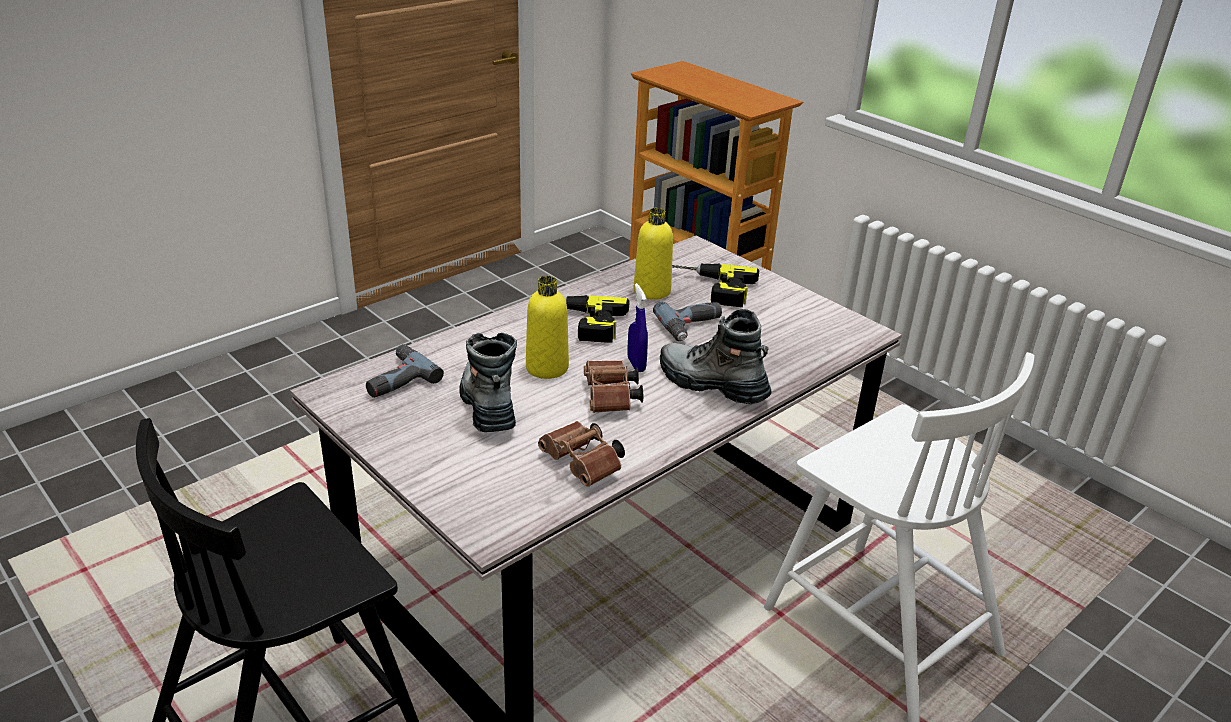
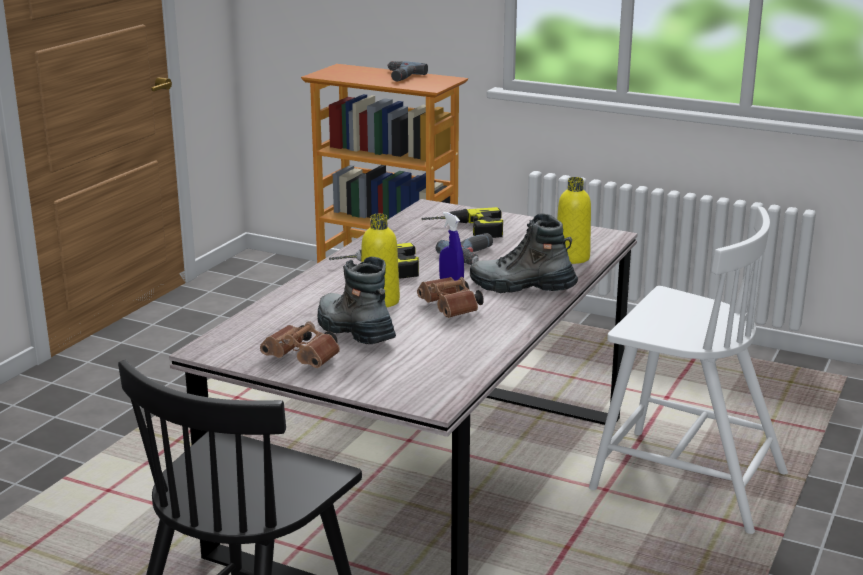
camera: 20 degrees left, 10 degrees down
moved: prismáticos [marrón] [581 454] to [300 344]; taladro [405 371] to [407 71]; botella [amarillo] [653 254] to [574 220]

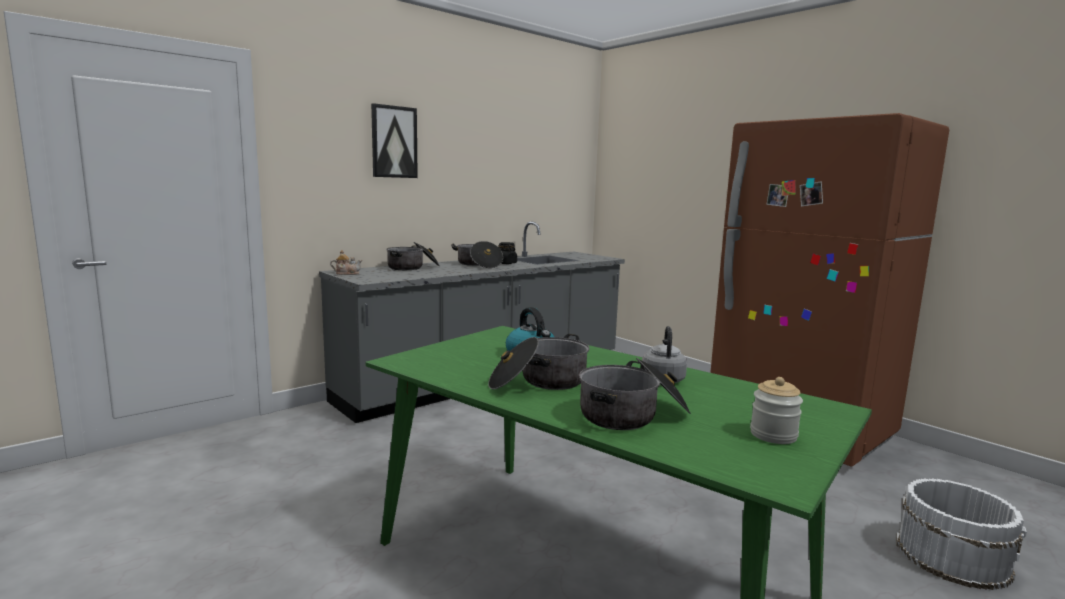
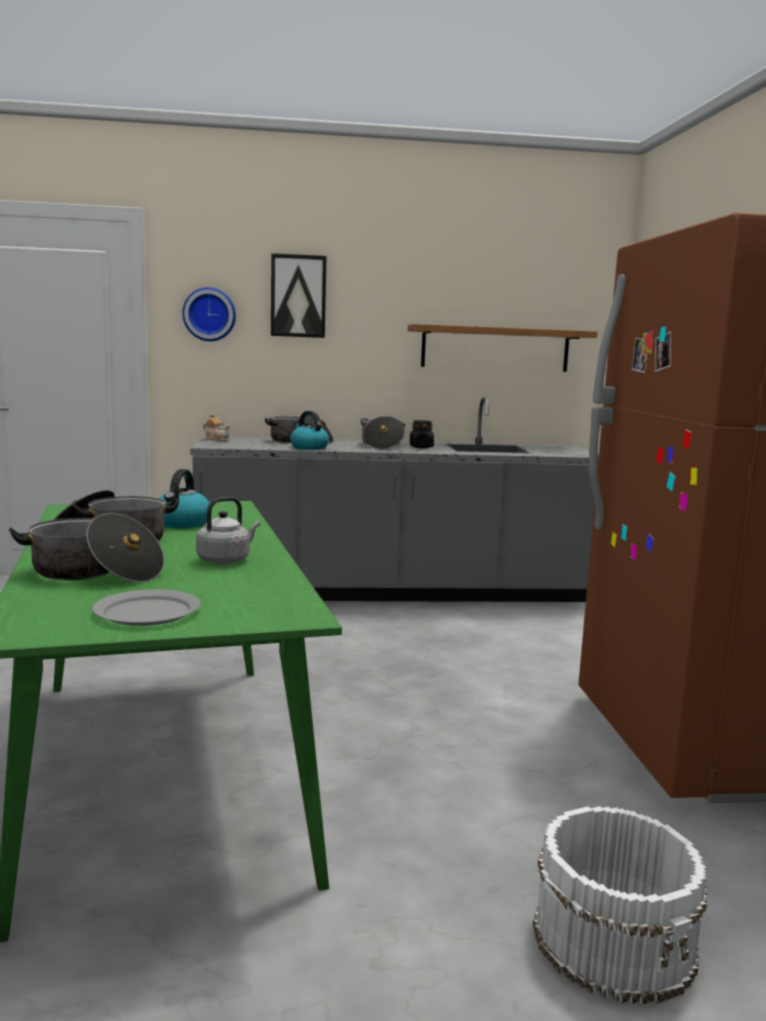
camera: 35 degrees right, 0 degrees up
added: reloj de pared [209 314]; hervidor [309 430]; estante [502 348]
replaced: tarro [776 410] to plato [gris] [146 607]

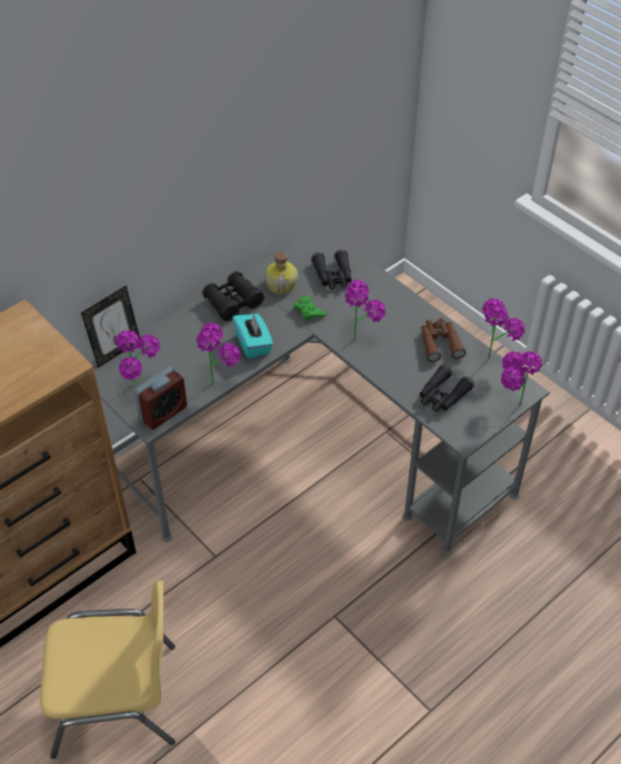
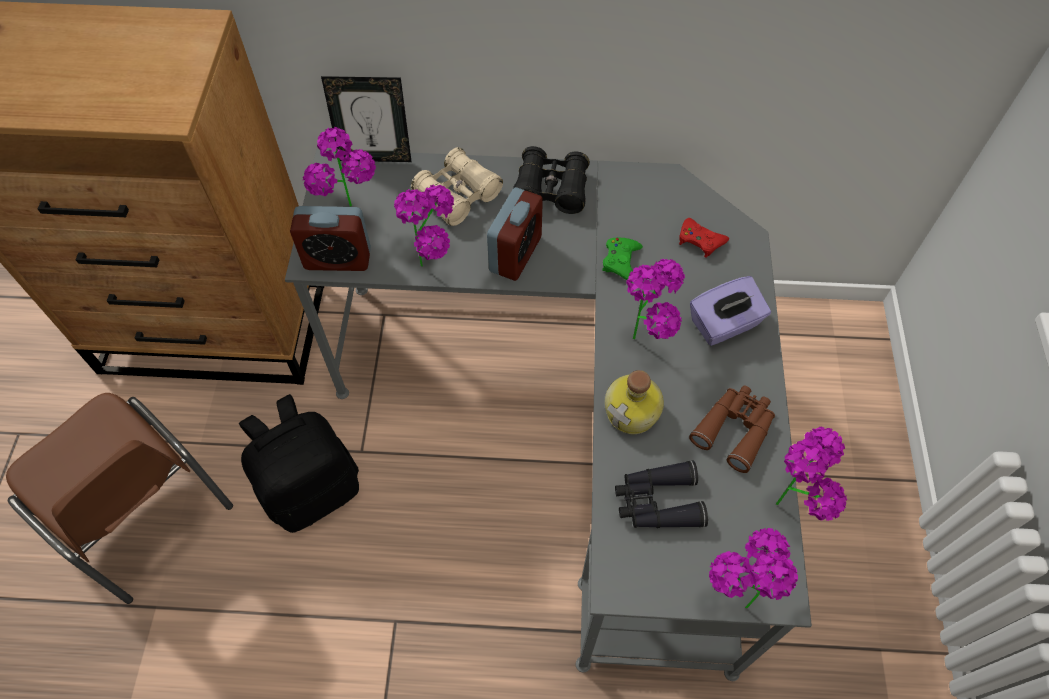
camera: 45 degrees right, 10 degrees up
added: mochila [negro] [299 463]; prismáticos [beis] [457 186]; caja de pañuelos [morado] [730 311]
moved: botella [281 272] to [634 402]
replaced: caja de pañuelos [turquesa] [252 336] to despertador [515 234]; prismáticos [negro] [331 269] to mando de consola [rojo] [704 238]
recoloured: silla [amarillo] [107 670] to silla [marrón] [119 498]

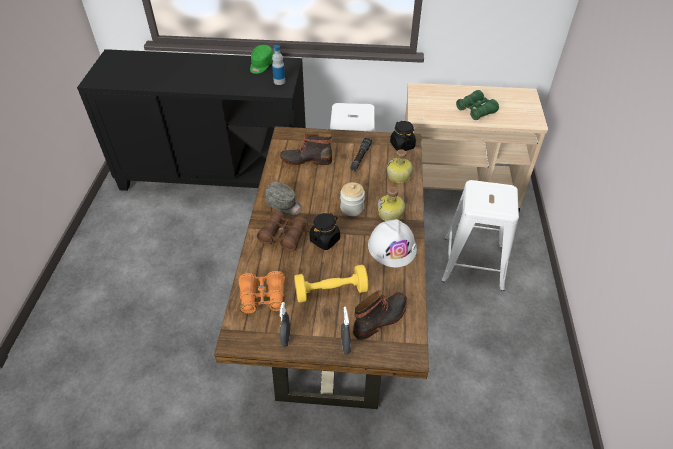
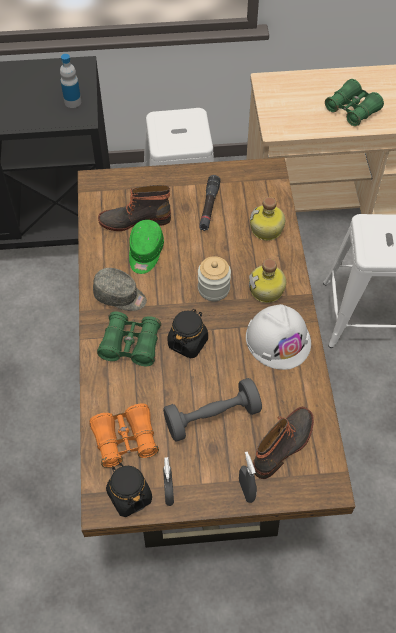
camera: 10 degrees left, 10 degrees up
moved: tarro [negro] [403 136] to [129 489]; gorra [verde] [261 59] to [146 247]
recoloured: prismáticos [marrón] [282 230] to prismáticos [verde] [129 339]; mancuerna [amarillo] [331 283] to mancuerna [gris] [212 410]

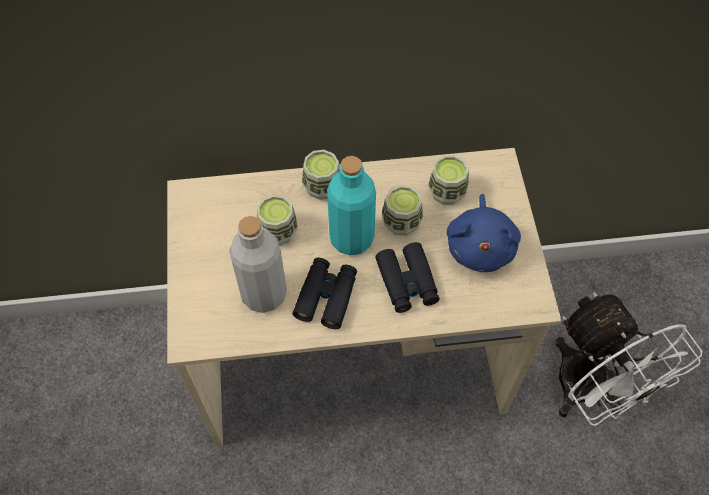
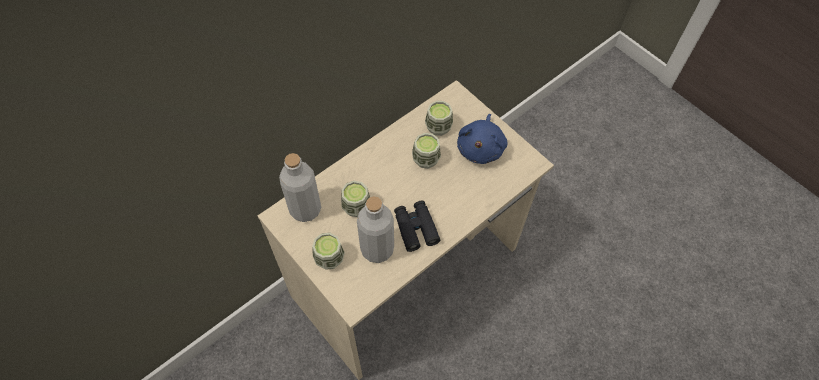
camera: 35 degrees left, 0 degrees up
removed: botella [turquesa] [351 205]; prismáticos [negro] [407 277]; ventilador [blanco] [628 359]
added: botella [gris] [300 187]
moved: taza [321 175] to [328 251]
turned: peluche [azul] [483 233] = [482 139] 45 degrees clockwise

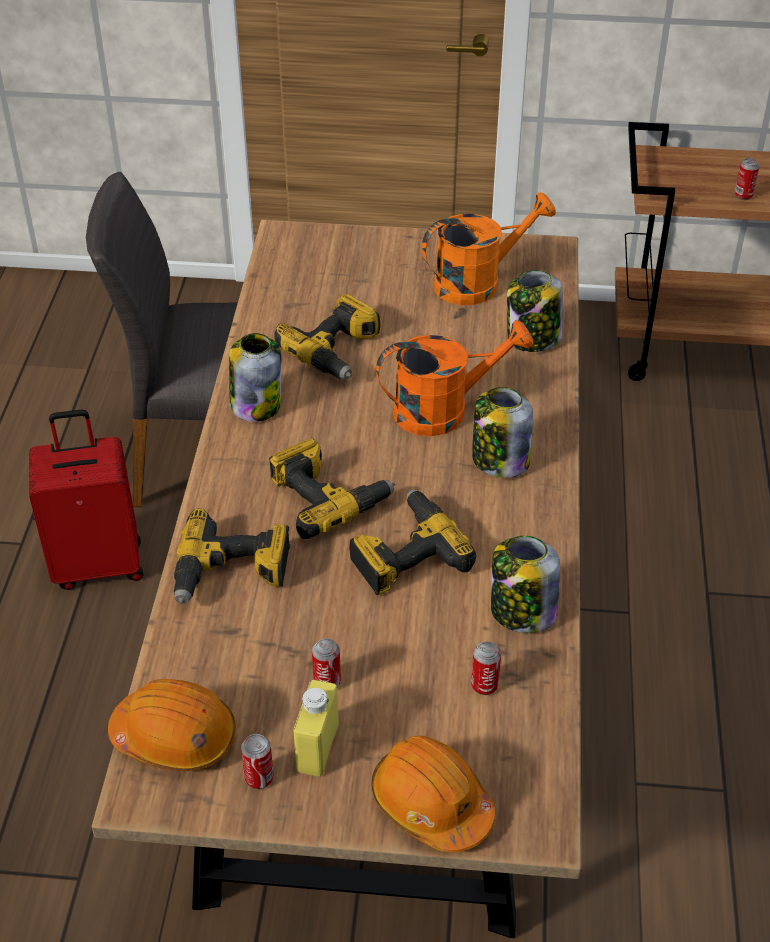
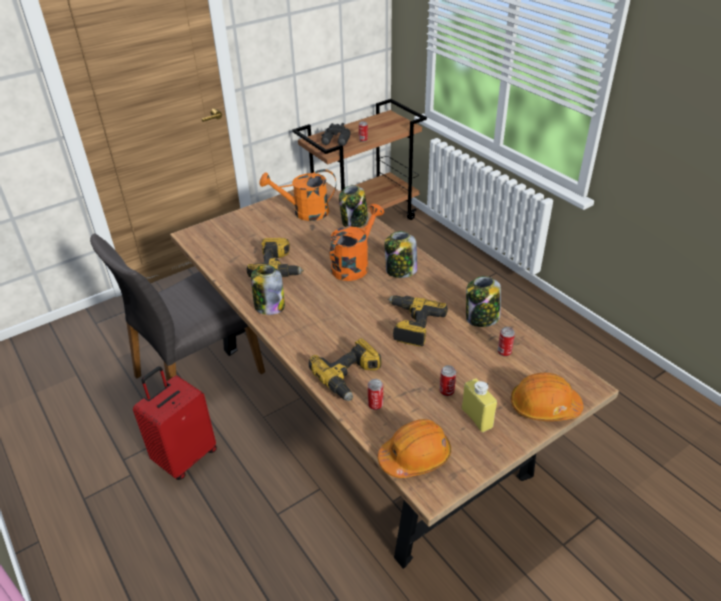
camera: 40 degrees left, 5 degrees down
removed: taladro [332 489]
added: prismáticos [negro] [335 134]
moved: lata [257 761] to [375 394]
turned: regadera [naranja] [489 248] = [297 195] 120 degrees counterclockwise

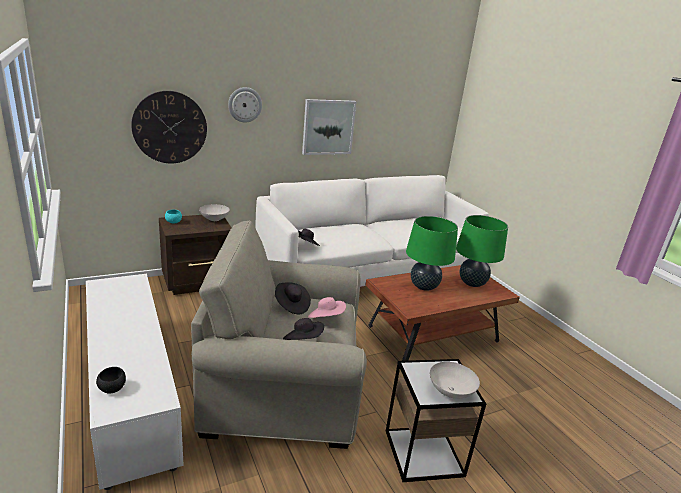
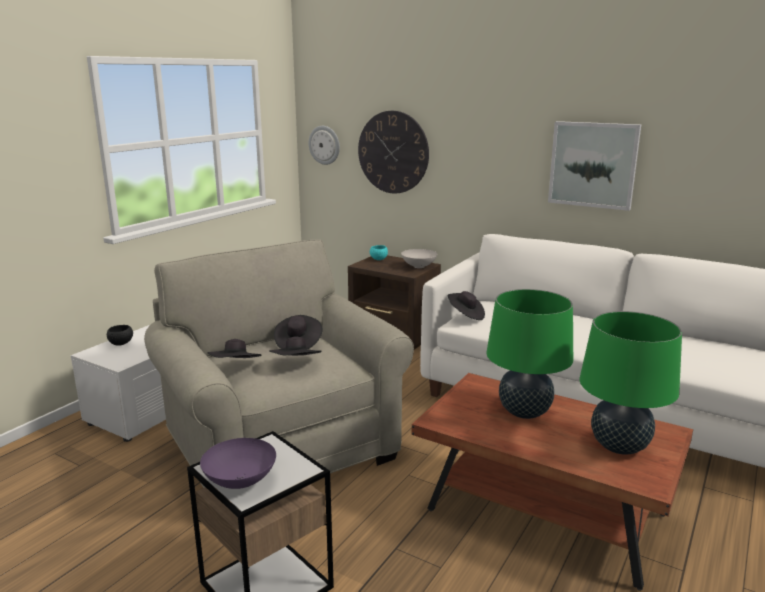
camera: 60 degrees right, 5 degrees down
moved: reloj de pared [245 105] to [324 145]
recoloured: cuenco [blanco] [455 380] to cuenco [morado] [238 463]; sombrero [rosa] [327 307] to sombrero [negro] [295 346]

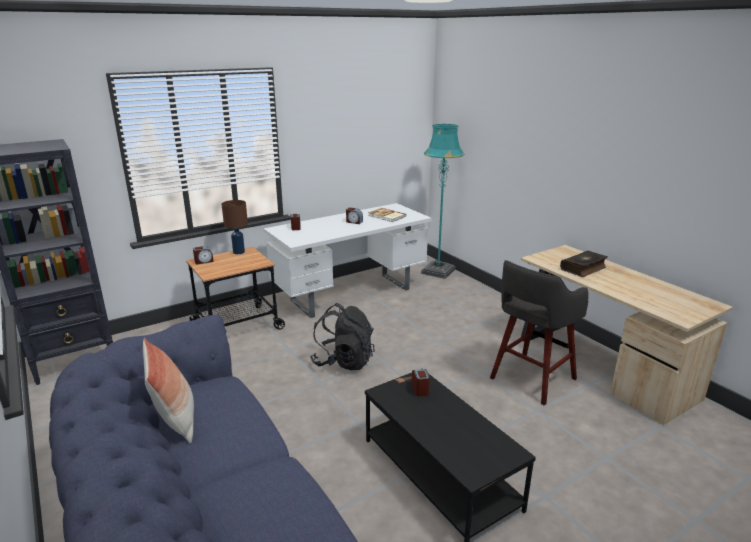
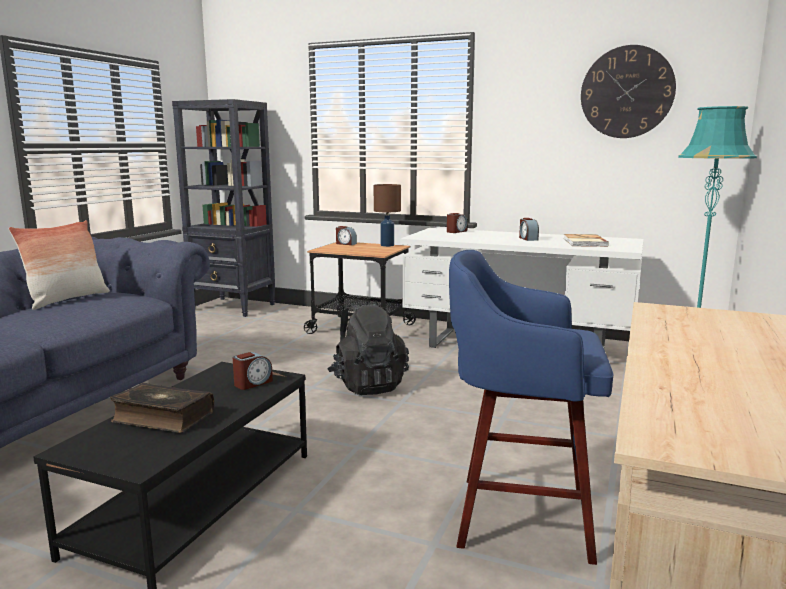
camera: 55 degrees right, 10 degrees down
added: reloj de pared [628 91]
moved: libro [584 264] to [162 408]
recoloured: taburete [gris] [539 333] to taburete [azul] [531 407]

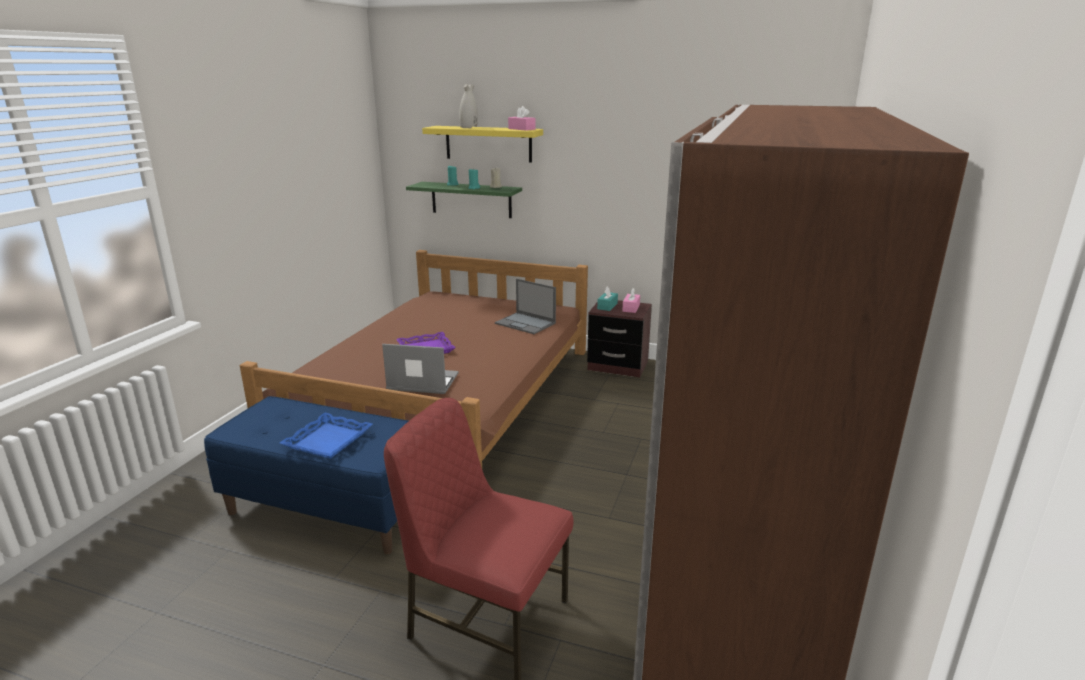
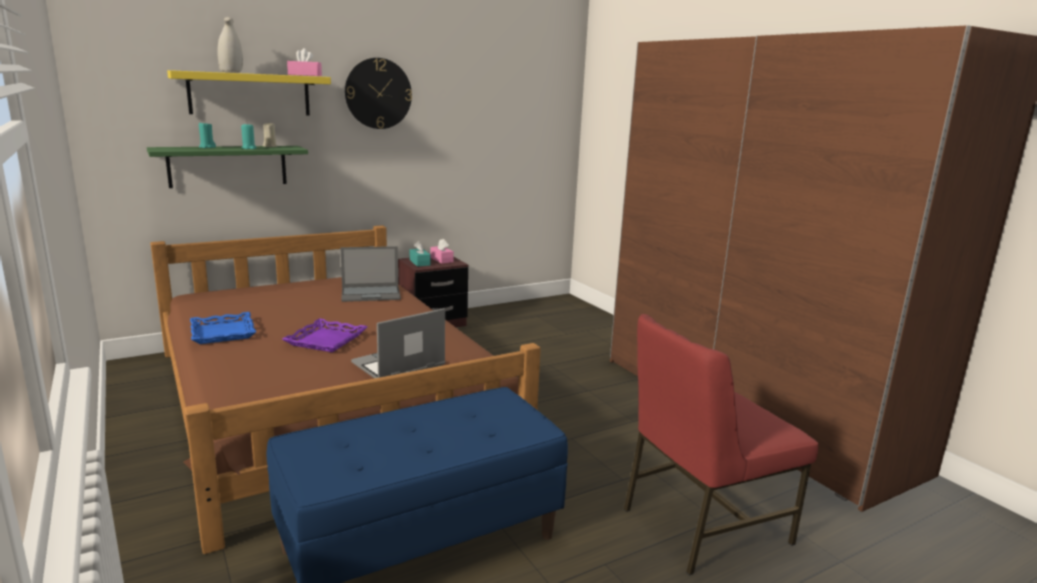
camera: 50 degrees left, 5 degrees down
added: reloj de pared [378 93]
moved: bandeja [azul] [326 436] to [223 328]

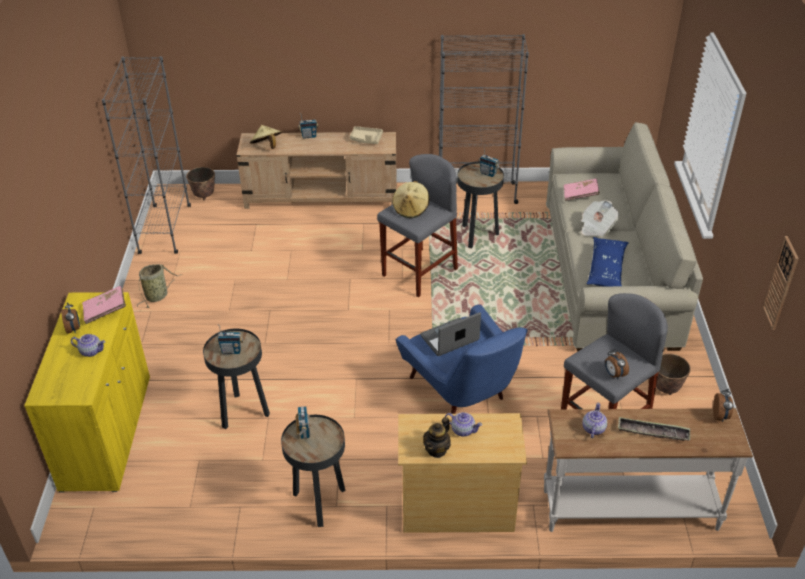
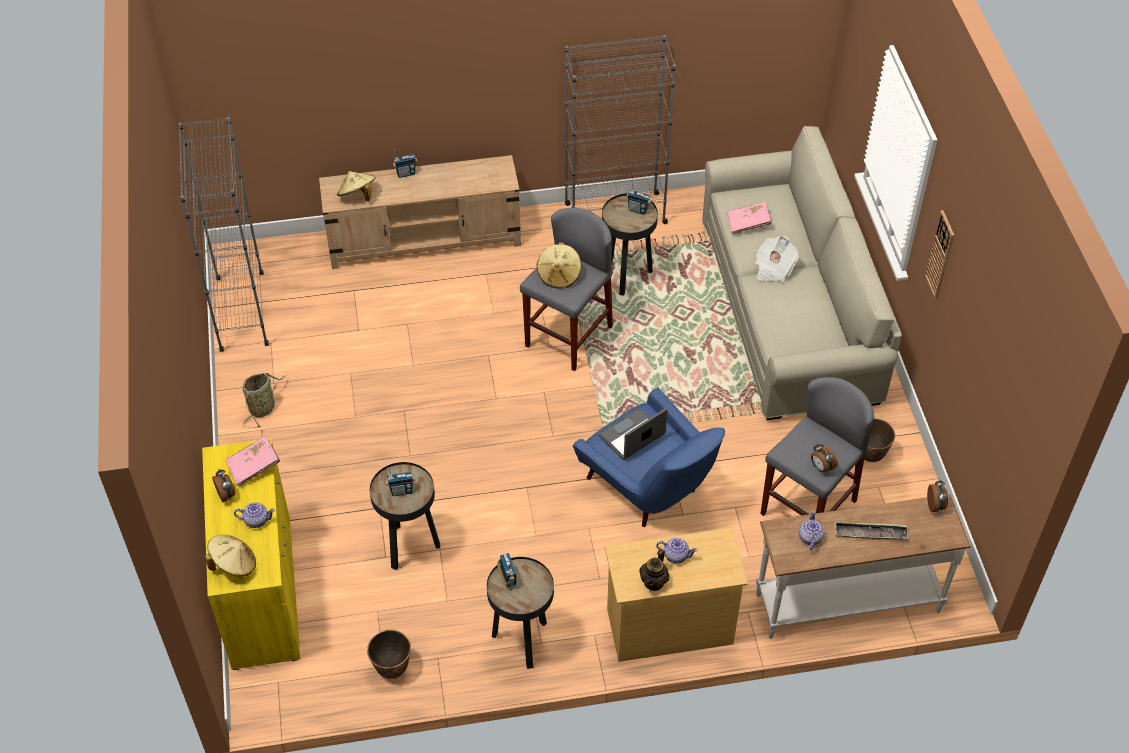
camera: 10 degrees left, 10 degrees up
removed: bandeja [beis] [366 135]; cojín [azul] [608 262]
added: sombrero [beis] [230 556]
moved: maceta [200 183] to [389 654]; reloj de pared [781 283] to [939 254]

